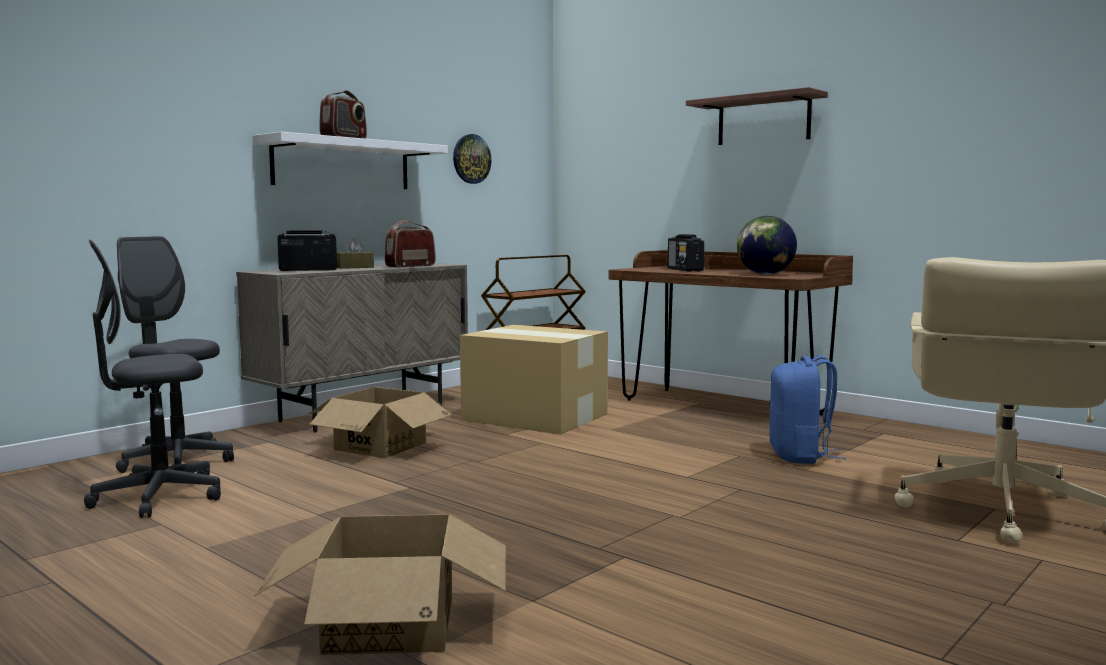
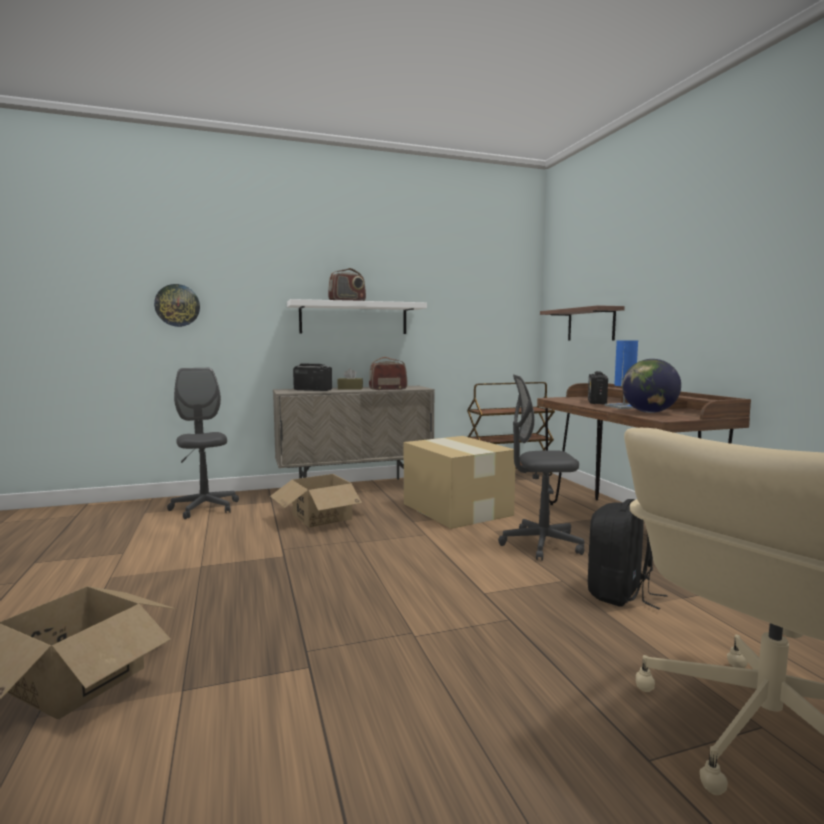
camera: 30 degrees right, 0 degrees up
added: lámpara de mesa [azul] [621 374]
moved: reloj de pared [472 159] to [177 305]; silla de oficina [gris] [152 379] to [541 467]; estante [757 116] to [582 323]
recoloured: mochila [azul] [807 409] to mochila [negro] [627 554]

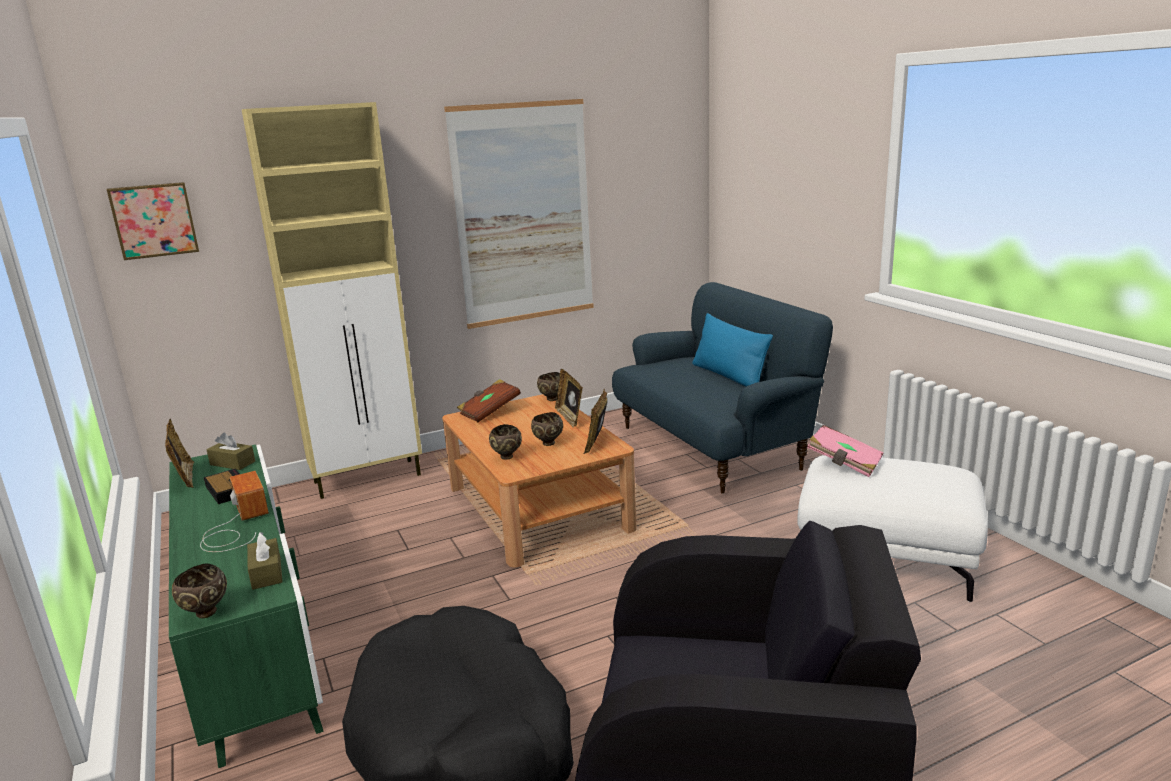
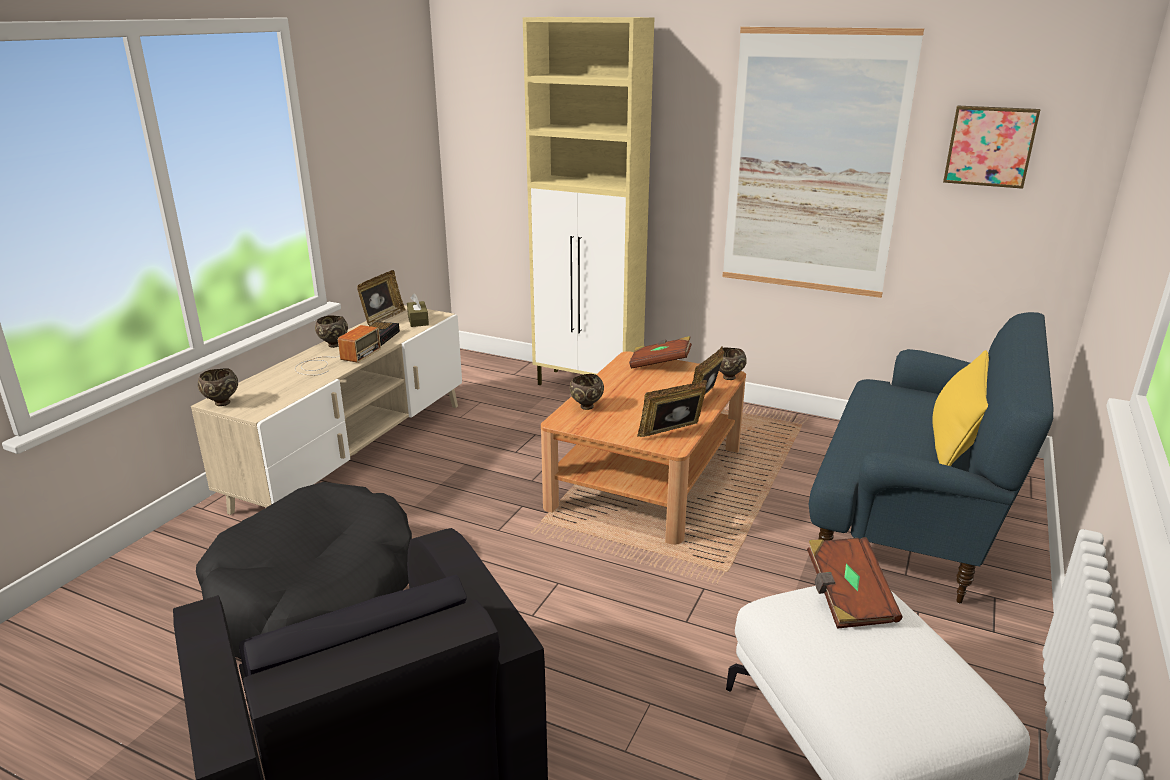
camera: 50 degrees right, 5 degrees up
removed: caja de pañuelos [marrón] [265 561]
moved: cuenco [marrón] [547 429] to [331 331]; cuadro [152 221] to [991 147]
recoloured: mueble de televisión [verde] [246 606] to mueble de televisión [beis] [326 410]; libro [rosa] [845 451] to libro [marrón] [855 583]; cojín [azul] [732 350] to cojín [amarillo] [960 408]

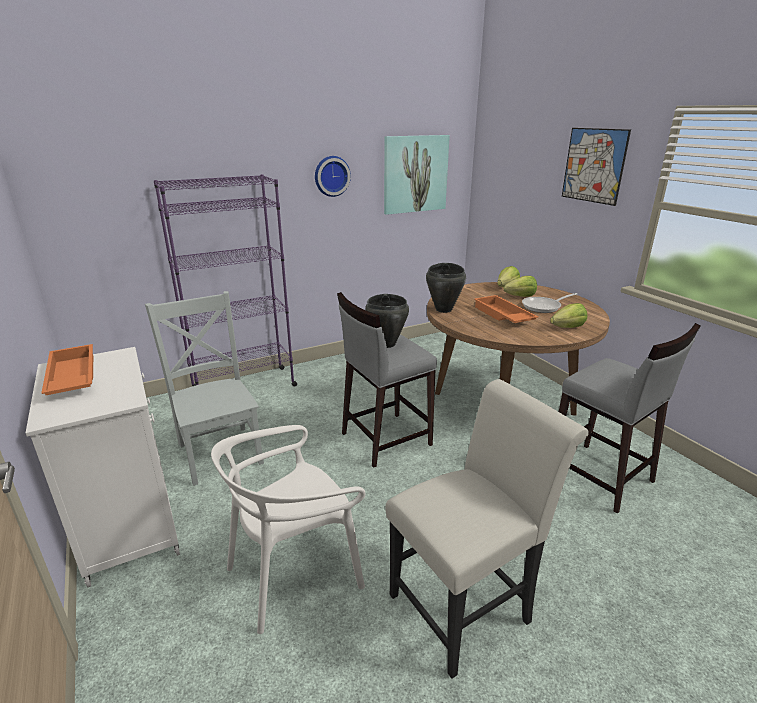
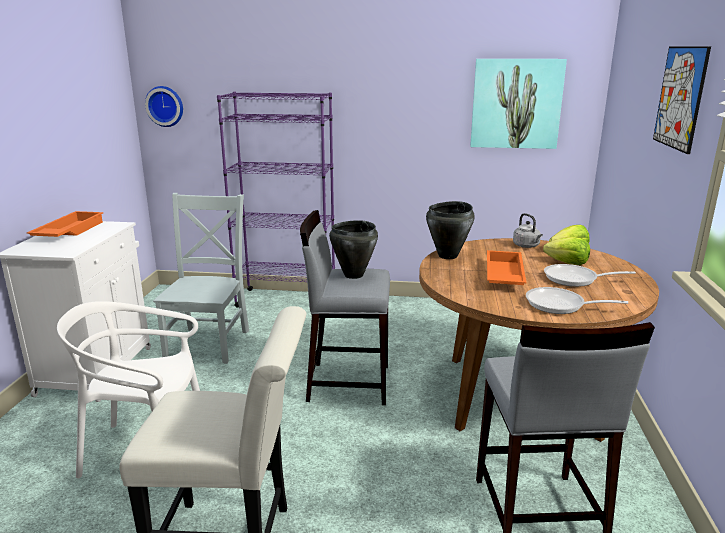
camera: 35 degrees right, 5 degrees down
added: hervidor [gris] [528 230]
moved: reloj de pared [333 176] to [164 106]
replaced: lechuga [568 315] to sartén [577 300]

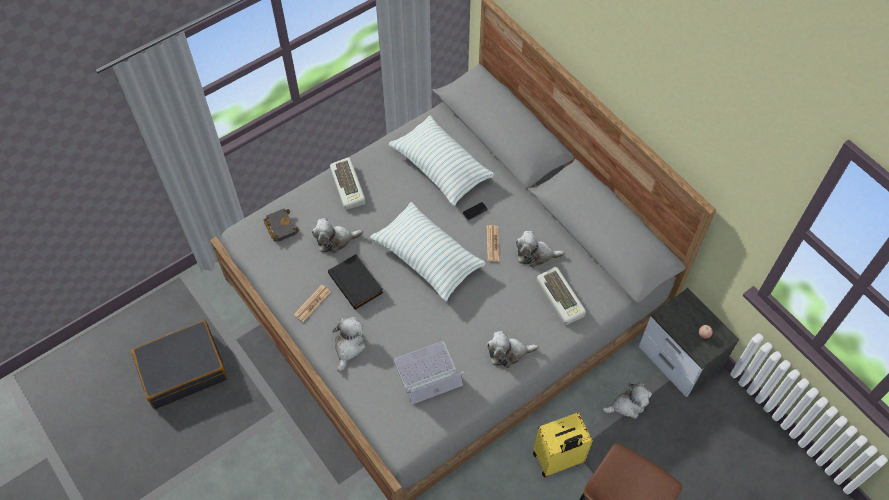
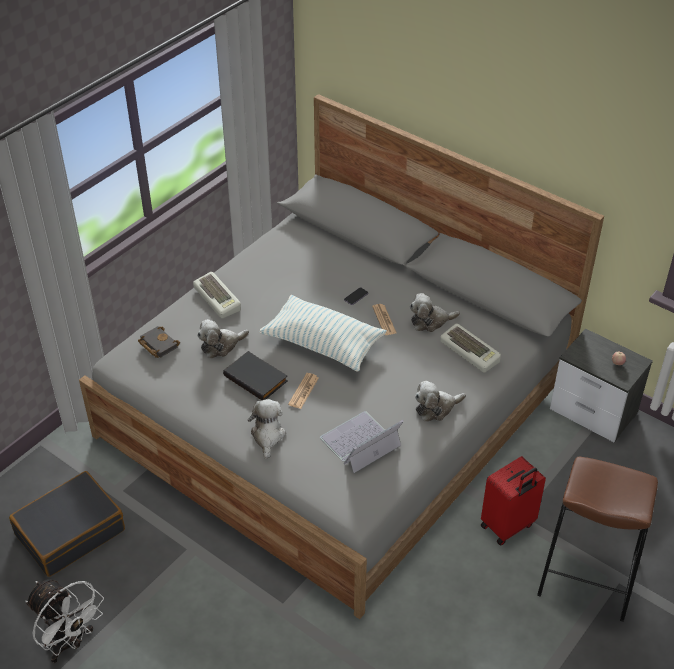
camera: 15 degrees left, 15 degrees down
removed: cojín [442 160]; peluche [627 401]
added: ventilador [blanco] [65 621]
moved: periódico [312 303] to [303 391]
recoloured: maleta [amarillo] [563 444] to maleta [rojo] [513 500]

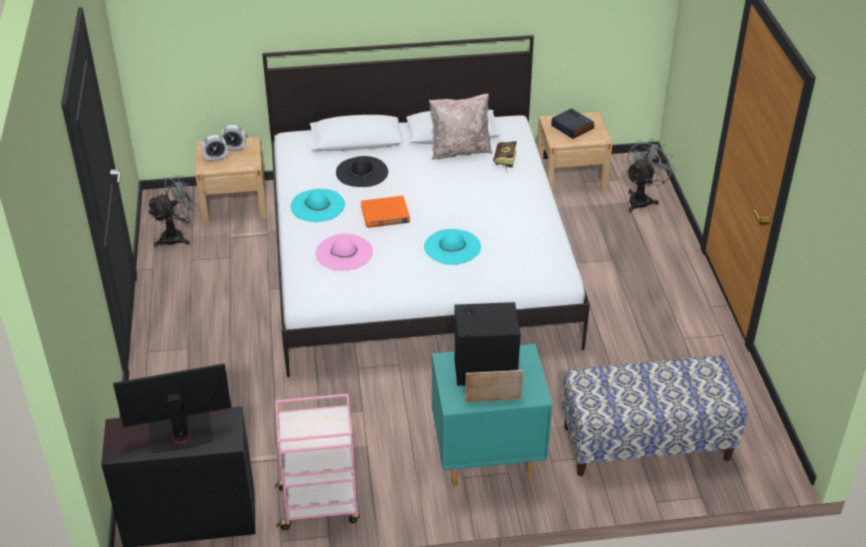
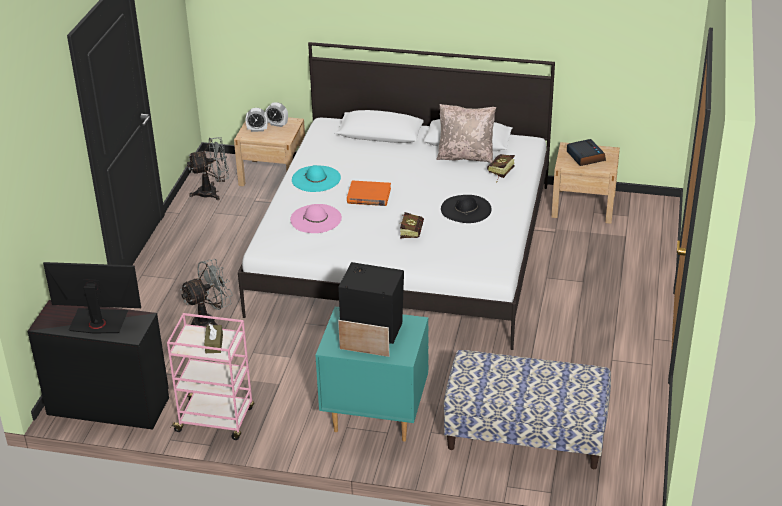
camera: 20 degrees right, 5 degrees down
added: caja de pañuelos [marrón] [213 338]
moved: ventilador [gris] [651 175] to [206 293]; sombrero [negro] [362 171] to [466 209]
replaced: sombrero [turquesa] [452 247] to libro [412 225]

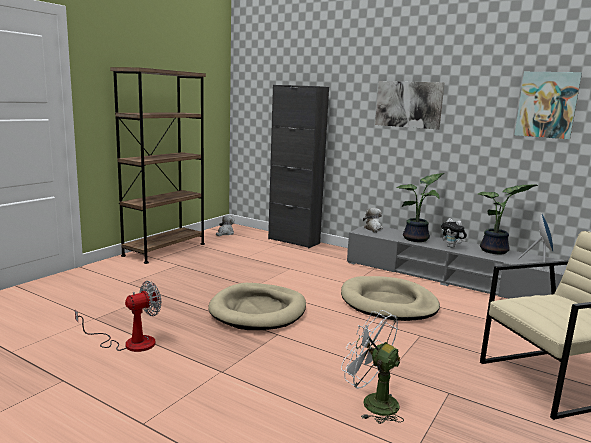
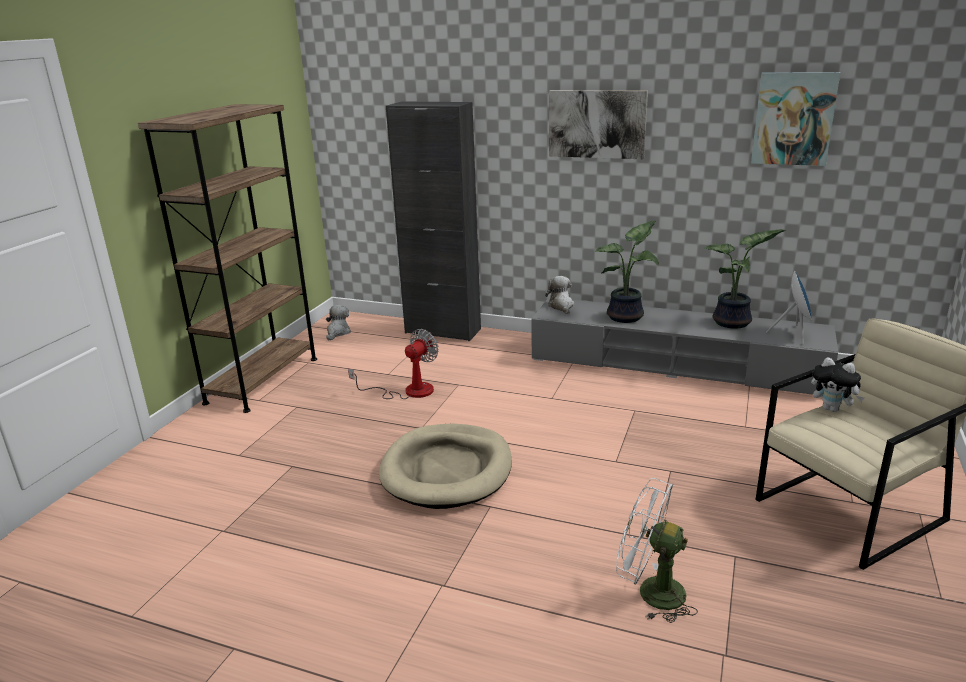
camera: 10 degrees left, 10 degrees up
removed: cama para perro [beis] [390 298]
moved: ventilador [118 316] to [393 364]; peluche [454 233] to [837 384]

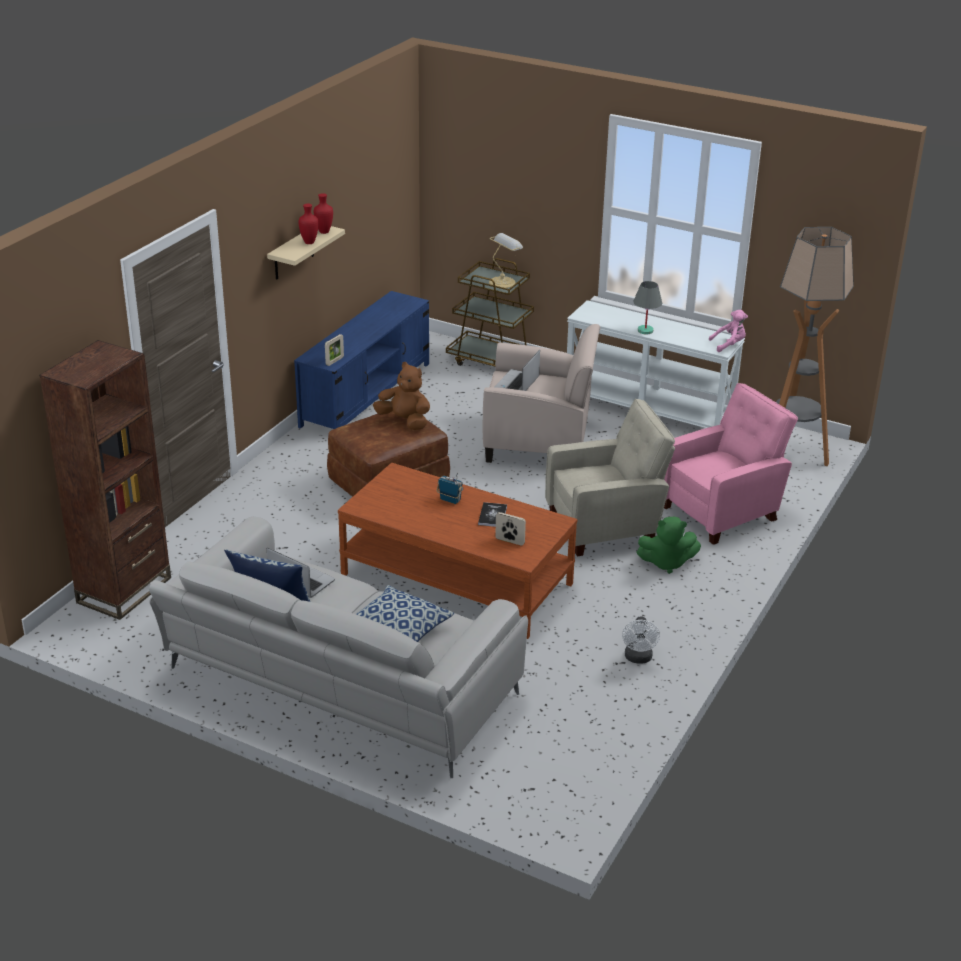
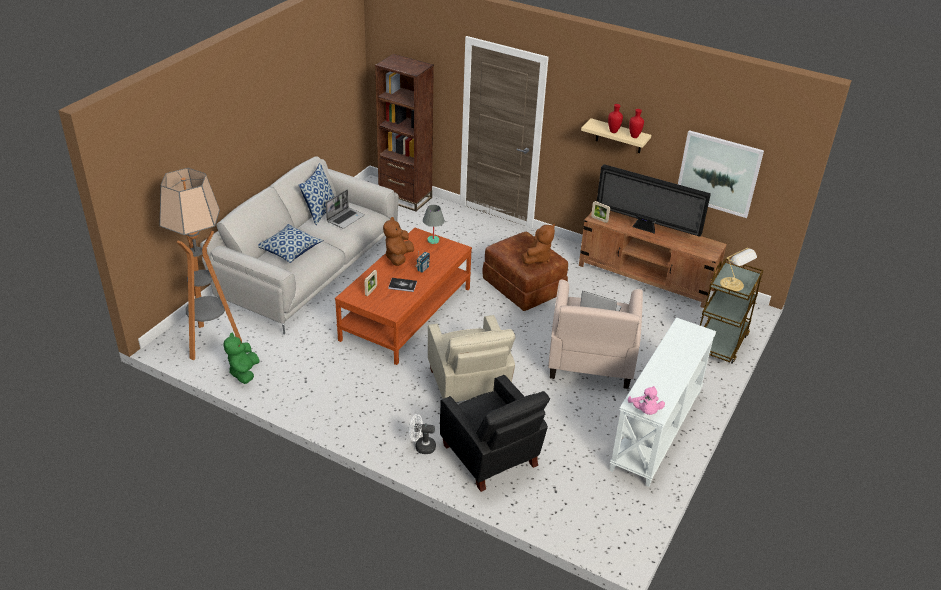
camera: 90 degrees right, 5 degrees up
added: peluche [marrón] [398 241]; televisor [654 200]; cuadro [721 174]
moved: lámpara de pie [815 346] to [200 264]; peluche [verde] [668 545] to [241 358]; ventilador [blanco] [641 640] to [422 434]; lámpara de mesa [gris] [647 307] to [434 224]
recoloured: sillón [rosa] [731 464] to sillón [negro] [495 433]; mueble de televisión [azul] [361 360] to mueble de televisión [marrón] [653 259]

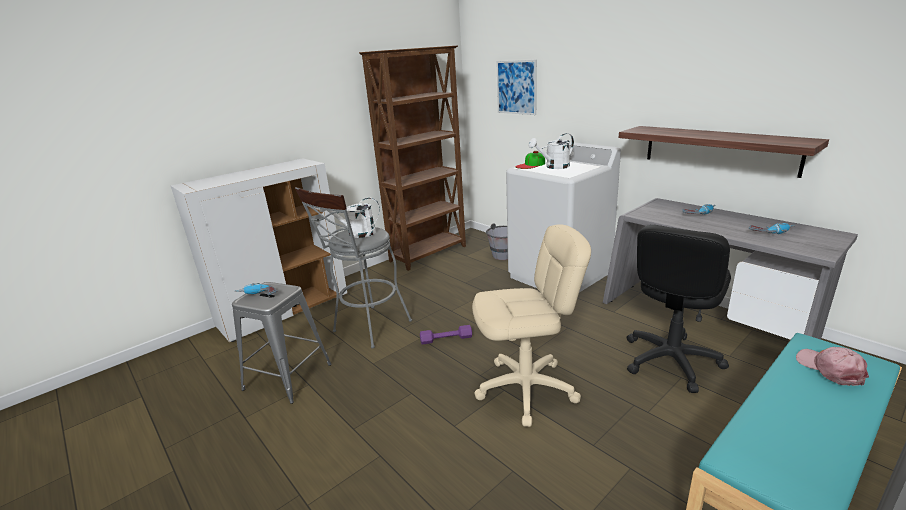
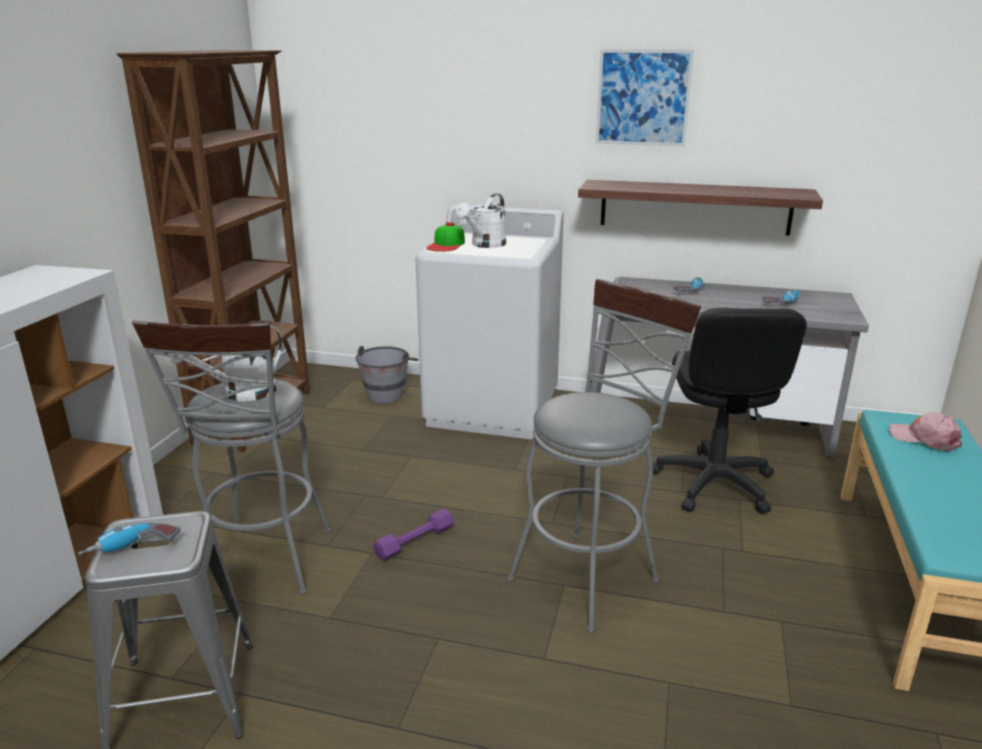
camera: 35 degrees left, 0 degrees up
moved: cuadro [516 87] to [645 97]
replaced: silla de oficina [beis] [531 325] to taburete [gris] [604 456]

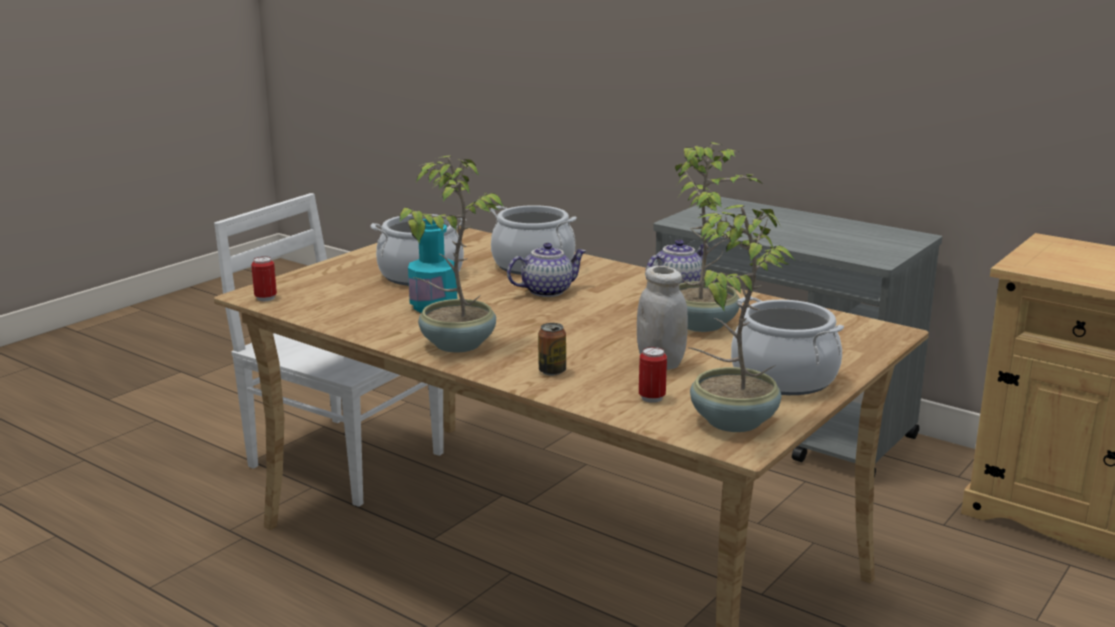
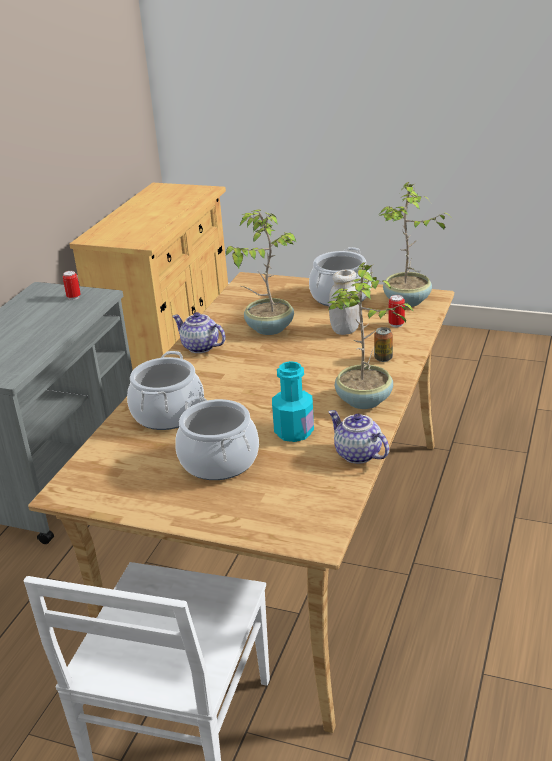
camera: 105 degrees left, 10 degrees up
moved: lata [264 278] to [72 285]; tetera [546 270] to [359 437]

